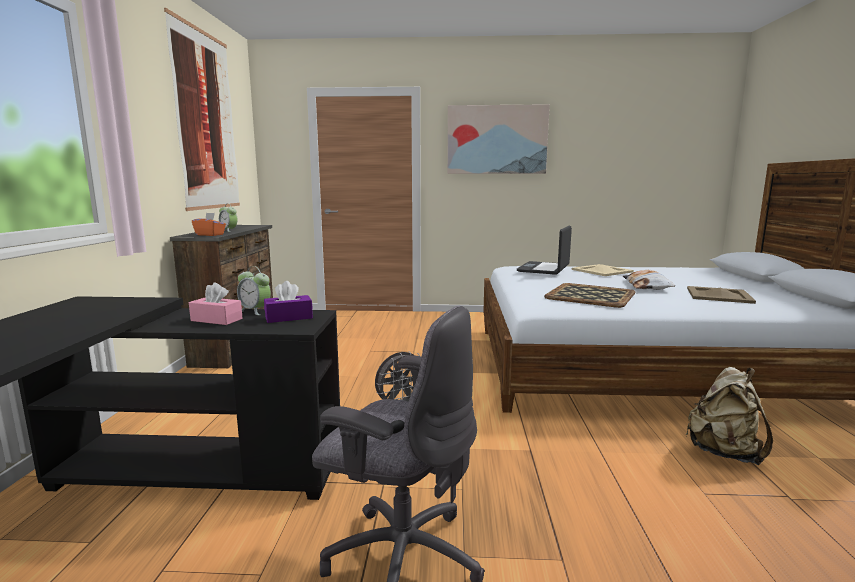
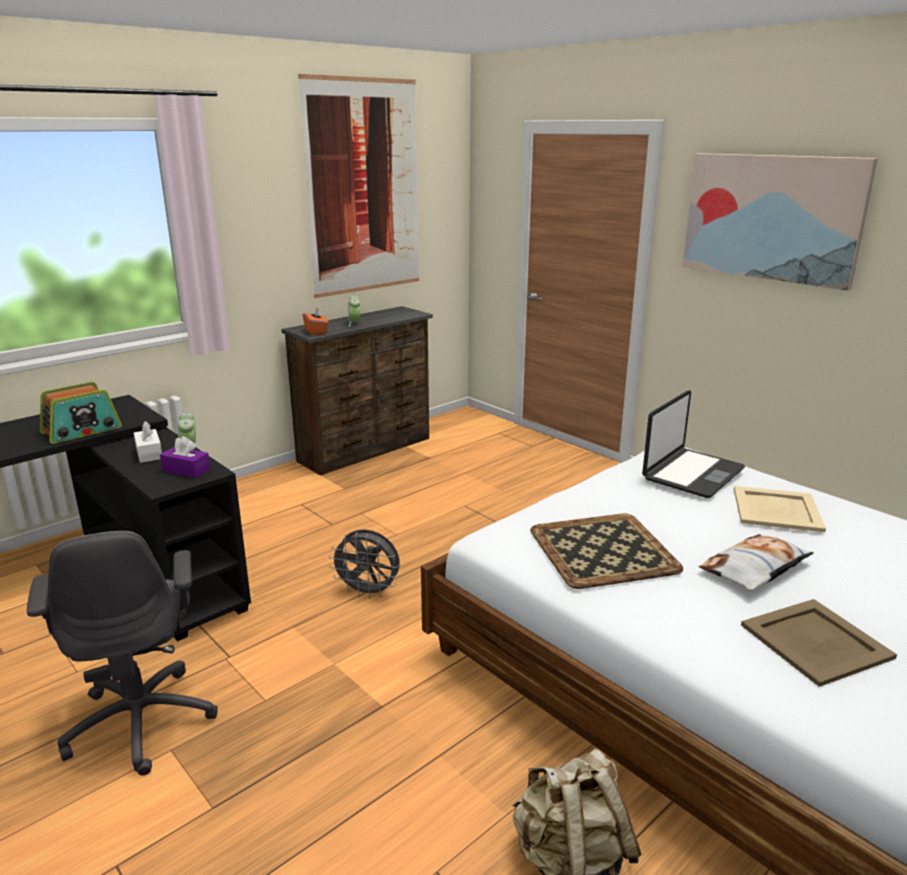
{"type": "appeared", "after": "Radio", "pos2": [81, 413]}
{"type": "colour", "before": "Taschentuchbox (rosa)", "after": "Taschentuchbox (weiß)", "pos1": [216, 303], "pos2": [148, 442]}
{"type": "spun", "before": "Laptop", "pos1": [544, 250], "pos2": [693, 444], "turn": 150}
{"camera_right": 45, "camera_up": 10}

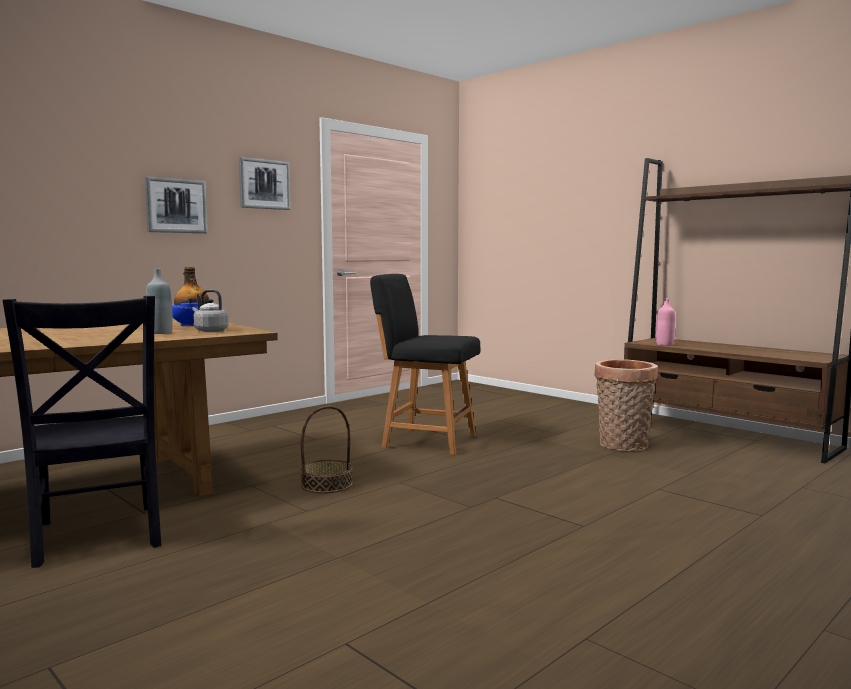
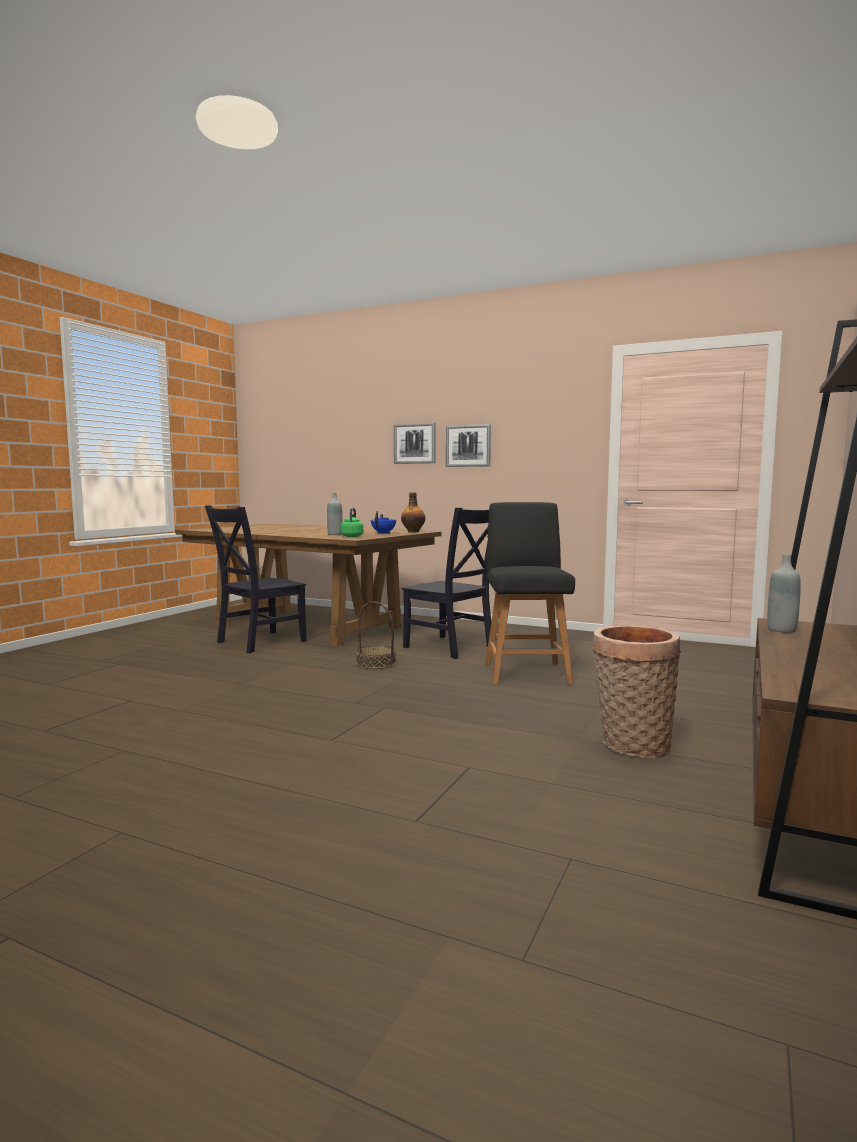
{"type": "appeared", "after": "Stuhl (schwarz)", "pos2": [446, 583]}
{"type": "relocated", "before": "Bild", "pos1": [265, 183], "pos2": [415, 443]}
{"type": "colour", "before": "Wasserkessel (grau)", "after": "Wasserkessel (grün)", "pos1": [210, 311], "pos2": [352, 522]}
{"type": "colour", "before": "Flasche (rosa)", "after": "Flasche (grau)", "pos1": [665, 322], "pos2": [784, 593]}
{"camera_right": 70, "camera_up": 0}

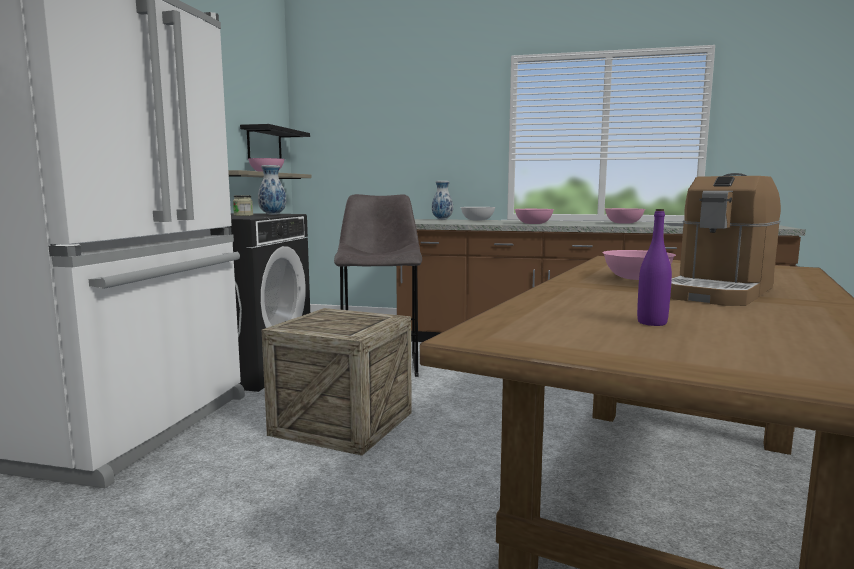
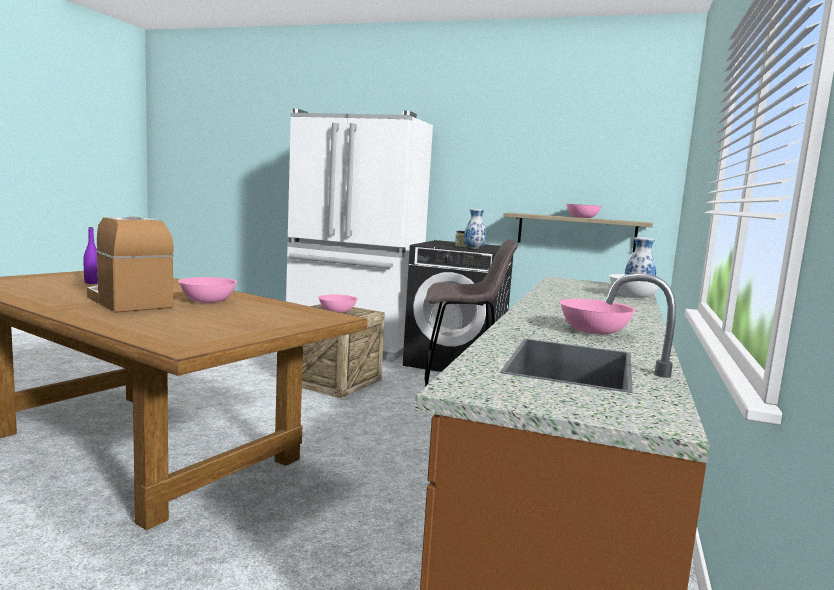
{"type": "missing", "before": "Wandregal (schwarz)", "pos1": [275, 141]}
{"type": "relocated", "before": "Schüssel (rosa)", "pos1": [535, 216], "pos2": [338, 303]}
{"camera_right": 95, "camera_up": 0}

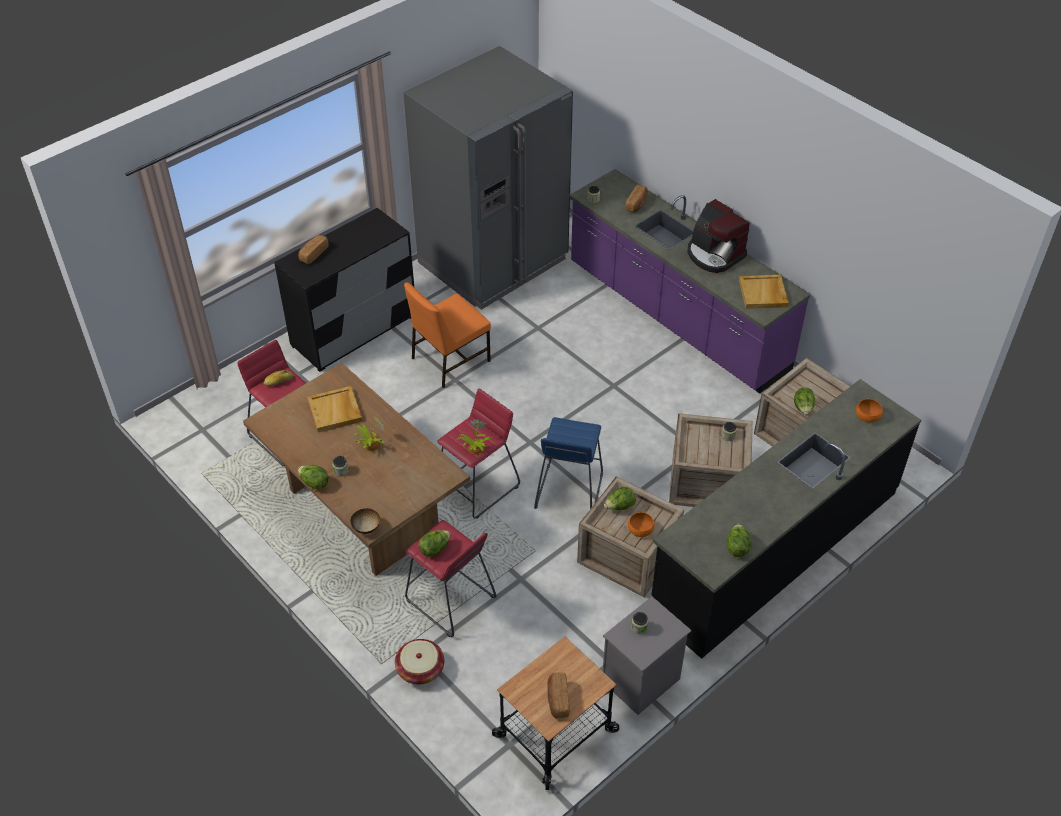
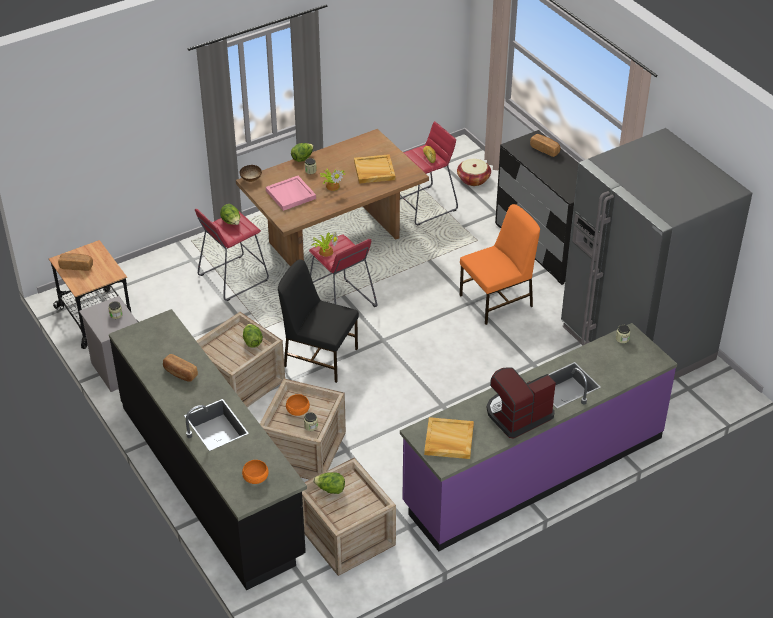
{"type": "missing", "before": "Salatkopf", "pos1": [739, 540]}
{"type": "appeared", "after": "Tablett (rosa)", "pos2": [291, 193]}
{"type": "relocated", "before": "Korb", "pos1": [419, 661], "pos2": [474, 172]}
{"type": "relocated", "before": "Brot", "pos1": [636, 199], "pos2": [180, 368]}
{"type": "relocated", "before": "Schüssel (orange)", "pos1": [641, 524], "pos2": [298, 405]}
{"type": "exchanged", "before": "Hocker (blau)", "after": "Stuhl (schwarz)", "pos1": [568, 463], "pos2": [318, 321]}
{"type": "spun", "before": "Stuhl (orange)", "pos1": [447, 335], "pos2": [500, 264], "turn": 90}
{"camera_right": 100, "camera_up": -5}

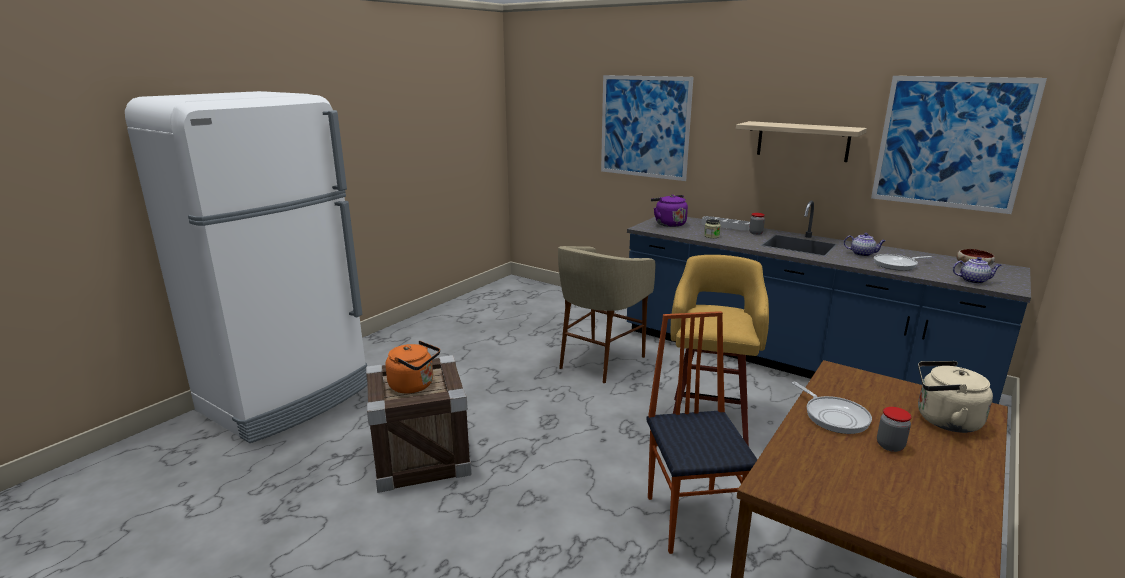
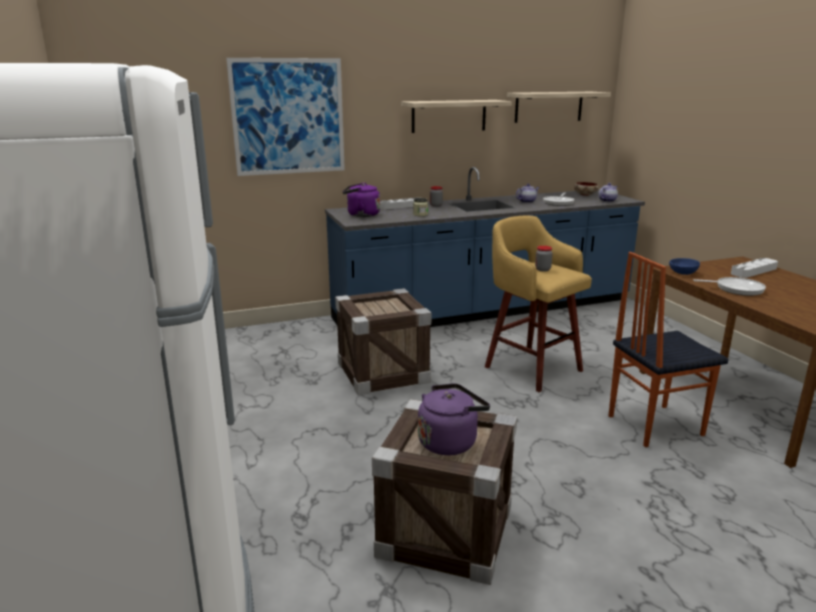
{"type": "appeared", "after": "Schüssel (blau)", "pos2": [684, 266]}
{"type": "relocated", "before": "Vorratsglas", "pos1": [894, 429], "pos2": [544, 259]}
{"type": "exchanged", "before": "Hocker (beige)", "after": "Kiste", "pos1": [607, 314], "pos2": [383, 341]}
{"type": "exchanged", "before": "Bild", "after": "Wandregal", "pos1": [959, 145], "pos2": [559, 107]}
{"type": "exchanged", "before": "Wasserkessel (beige)", "after": "Tablett (grau)", "pos1": [955, 397], "pos2": [754, 268]}
{"type": "colour", "before": "Wasserkessel (orange)", "after": "Wasserkessel (lila)", "pos1": [413, 367], "pos2": [454, 419]}
{"type": "spun", "before": "Stuhl", "pos1": [702, 432], "pos2": [669, 349], "turn": -45}
{"camera_right": -55, "camera_up": 0}

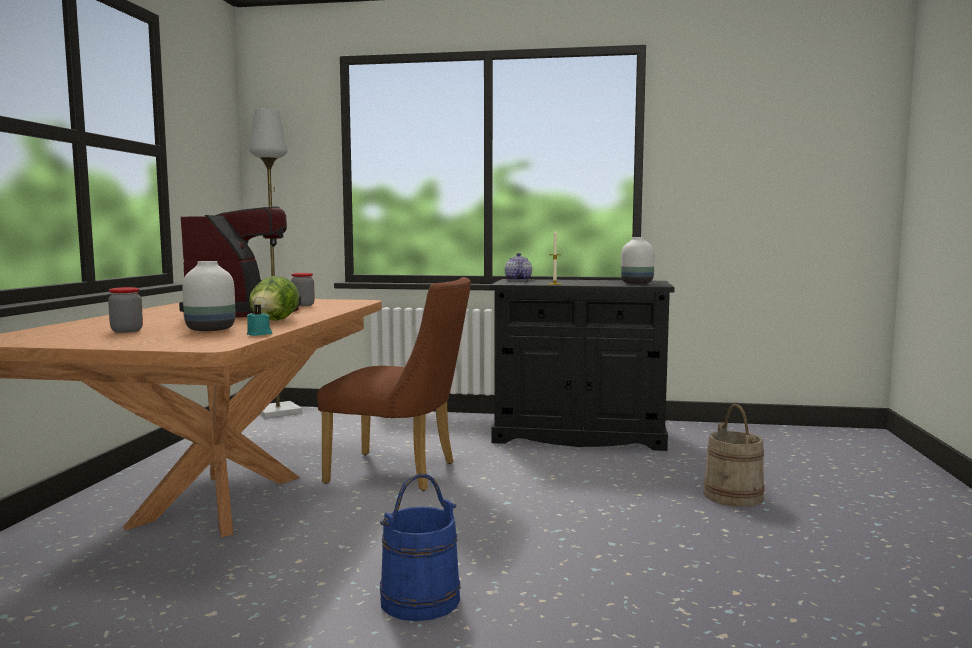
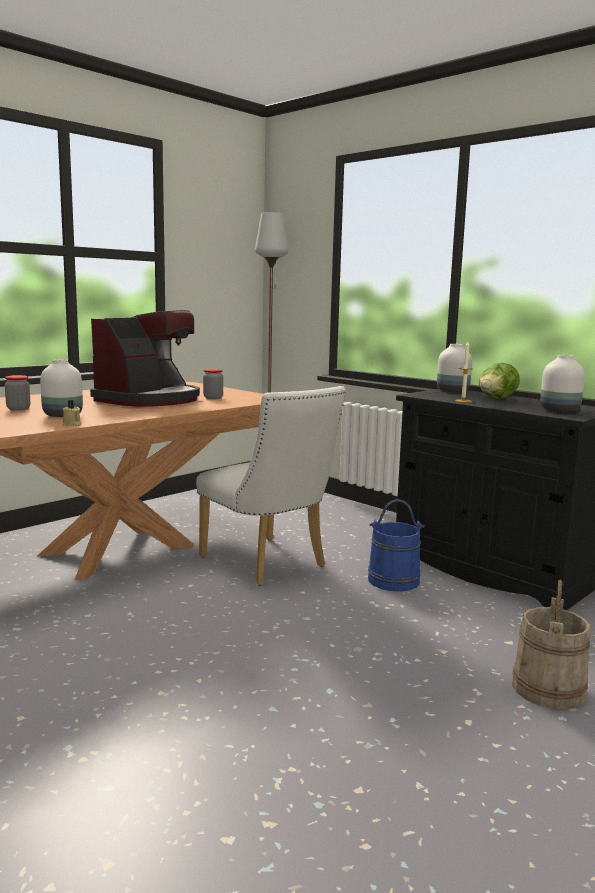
{"type": "relocated", "before": "Salatkopf", "pos1": [274, 298], "pos2": [499, 381]}
{"type": "relocated", "before": "Eimer (blau)", "pos1": [420, 547], "pos2": [396, 545]}
{"type": "exchanged", "before": "Teekanne", "after": "Vase (weiß)", "pos1": [518, 267], "pos2": [454, 368]}
{"type": "colour", "before": "Kerze (türkis)", "after": "Kerze (beige)", "pos1": [259, 320], "pos2": [72, 413]}
{"type": "colour", "before": "Stuhl (braun)", "after": "Stuhl (weiß)", "pos1": [394, 384], "pos2": [271, 486]}
{"camera_right": 35, "camera_up": 5}

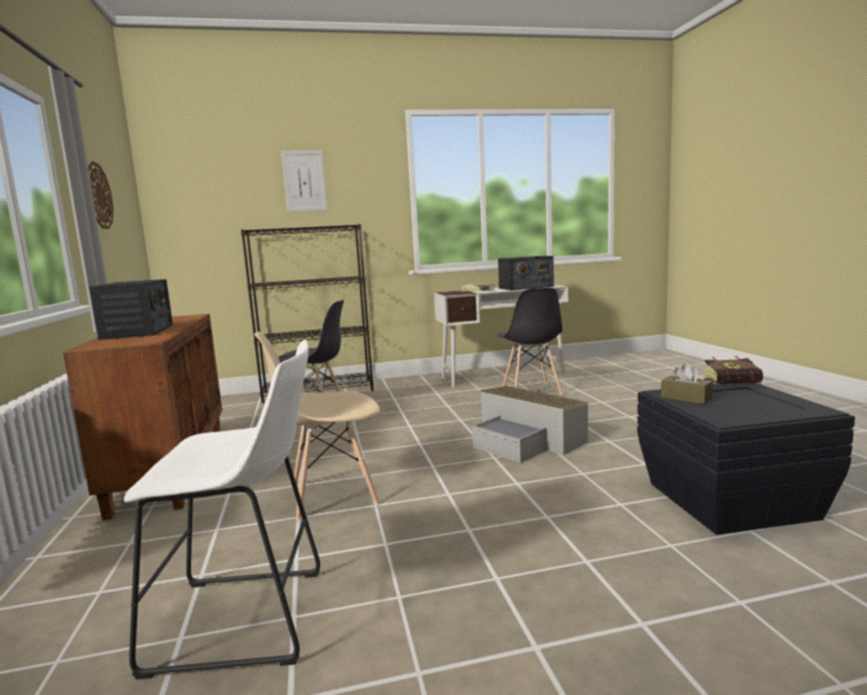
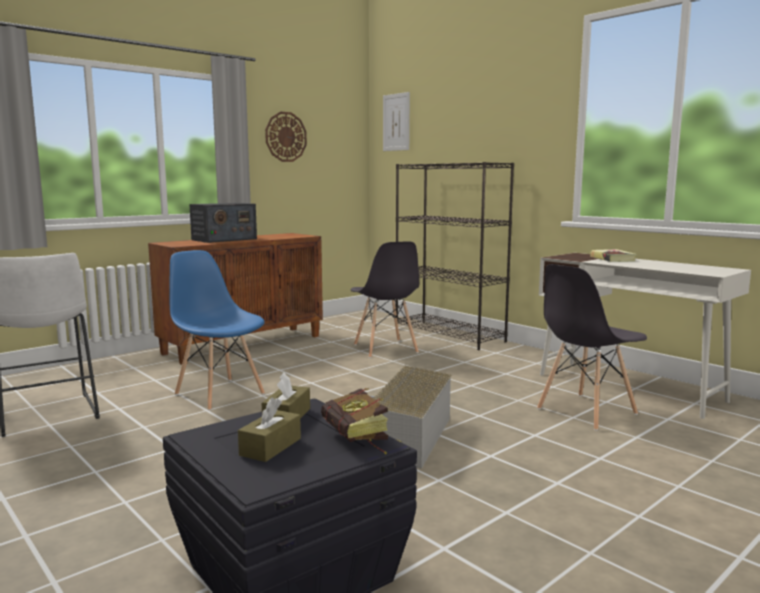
{"type": "missing", "before": "Radio", "pos1": [526, 273]}
{"type": "appeared", "after": "Taschentuchbox (braun)", "pos2": [269, 429]}
{"type": "relocated", "before": "Bild", "pos1": [304, 181], "pos2": [396, 121]}
{"type": "colour", "before": "Stuhl (beige)", "after": "Stuhl (blau)", "pos1": [317, 425], "pos2": [217, 330]}
{"camera_right": 60, "camera_up": 0}

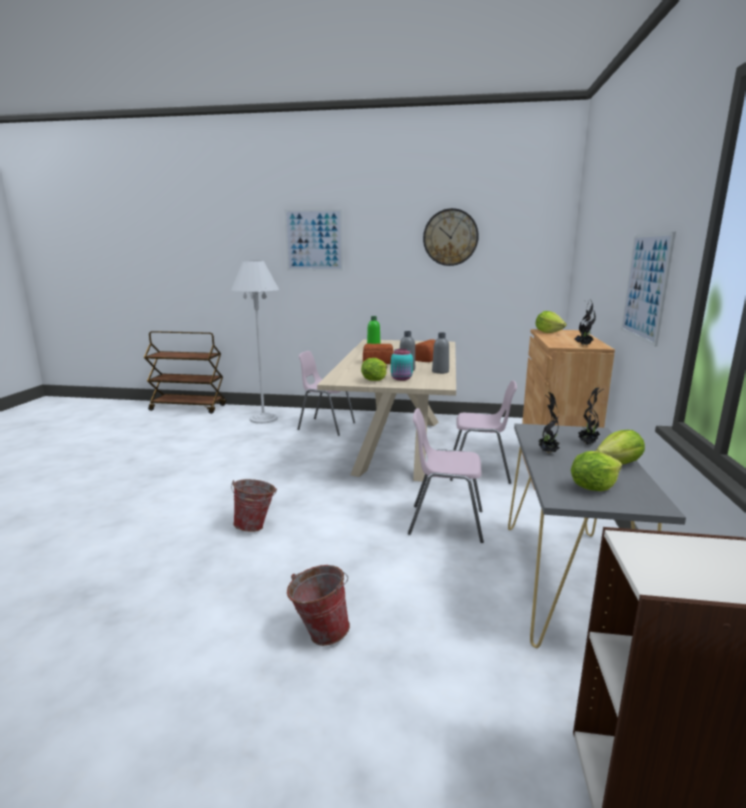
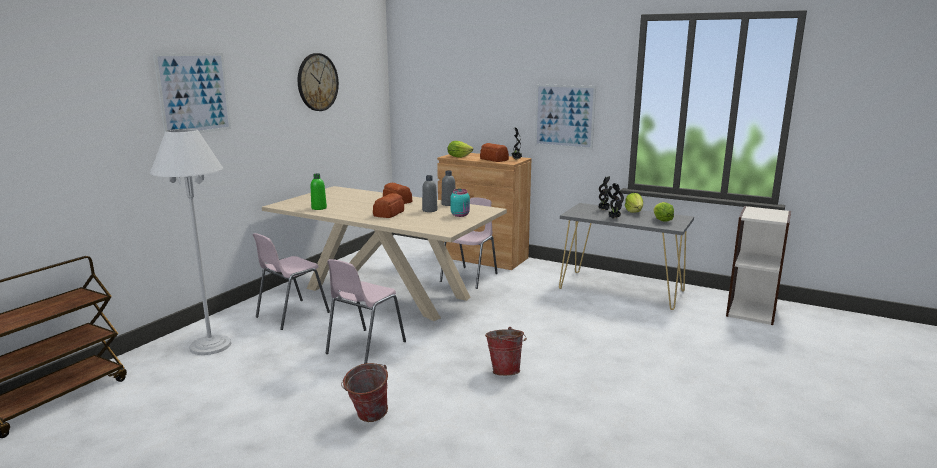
{"type": "missing", "before": "Salatkopf", "pos1": [374, 369]}
{"type": "appeared", "after": "Brot", "pos2": [494, 152]}
{"type": "relocated", "before": "Eimer", "pos1": [318, 605], "pos2": [364, 392]}
{"type": "relocated", "before": "Stuhl (rosa)", "pos1": [446, 475], "pos2": [366, 311]}
{"camera_right": -70, "camera_up": 0}

